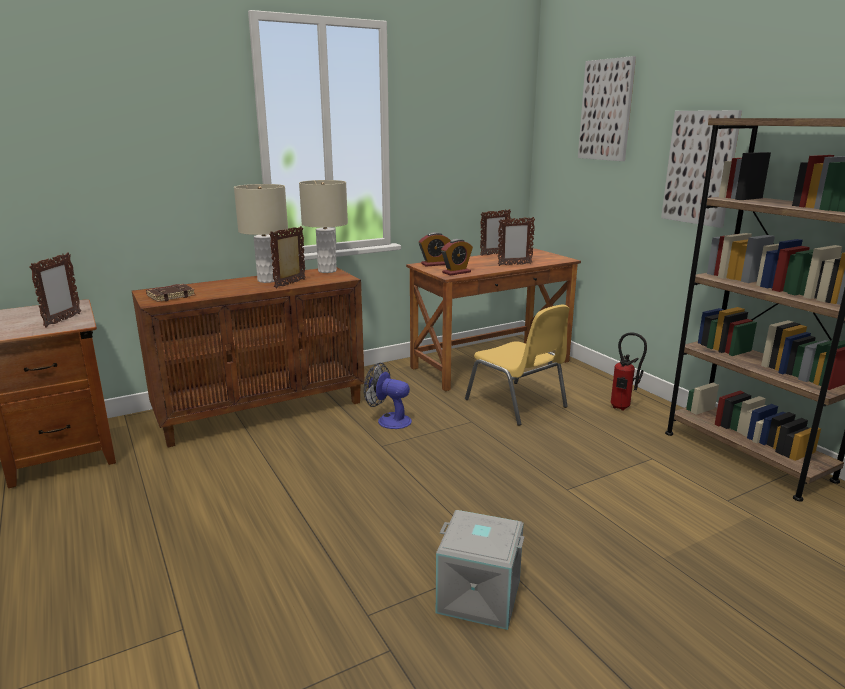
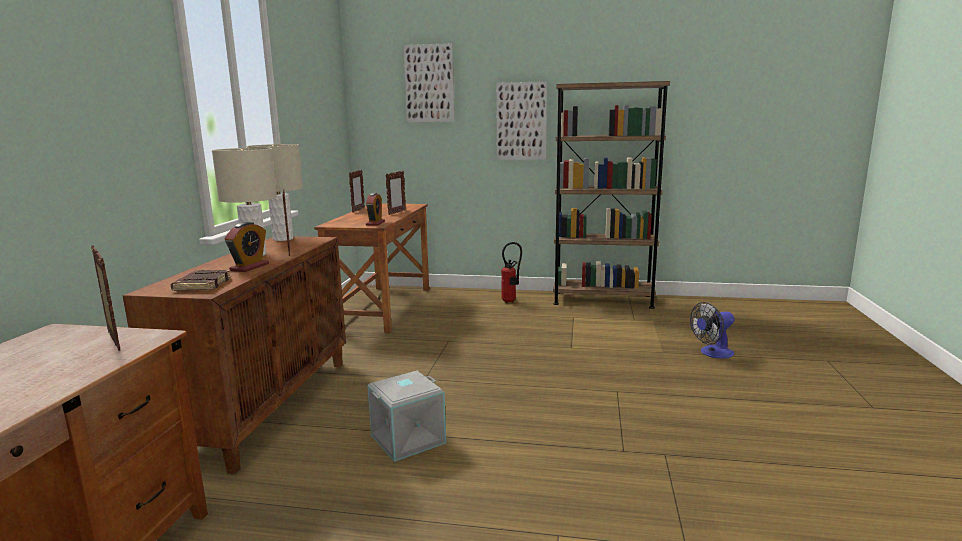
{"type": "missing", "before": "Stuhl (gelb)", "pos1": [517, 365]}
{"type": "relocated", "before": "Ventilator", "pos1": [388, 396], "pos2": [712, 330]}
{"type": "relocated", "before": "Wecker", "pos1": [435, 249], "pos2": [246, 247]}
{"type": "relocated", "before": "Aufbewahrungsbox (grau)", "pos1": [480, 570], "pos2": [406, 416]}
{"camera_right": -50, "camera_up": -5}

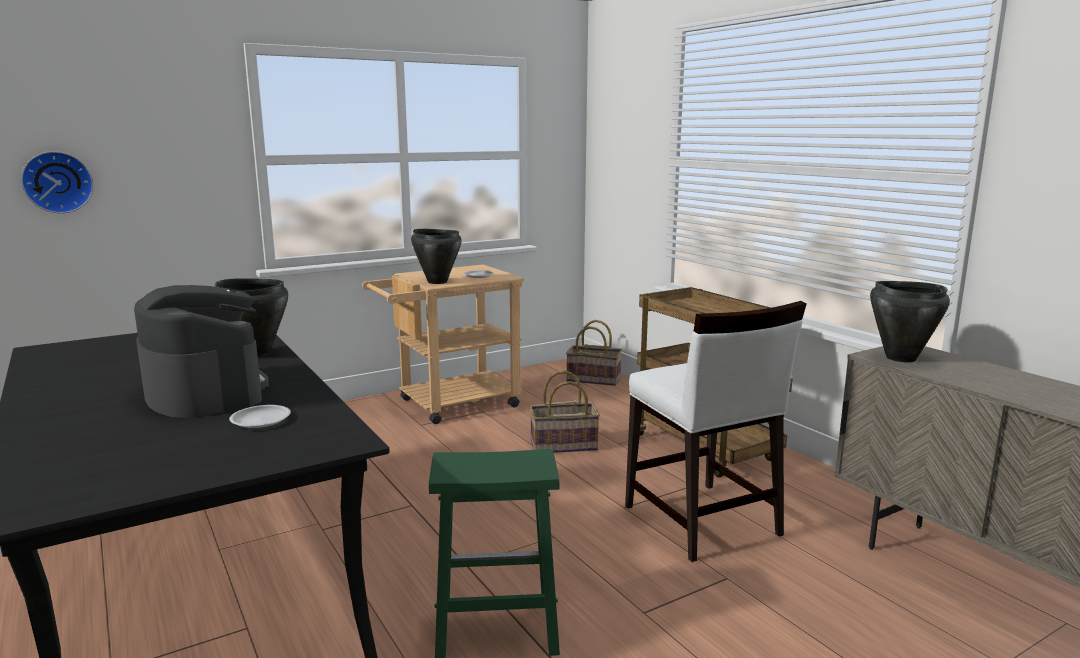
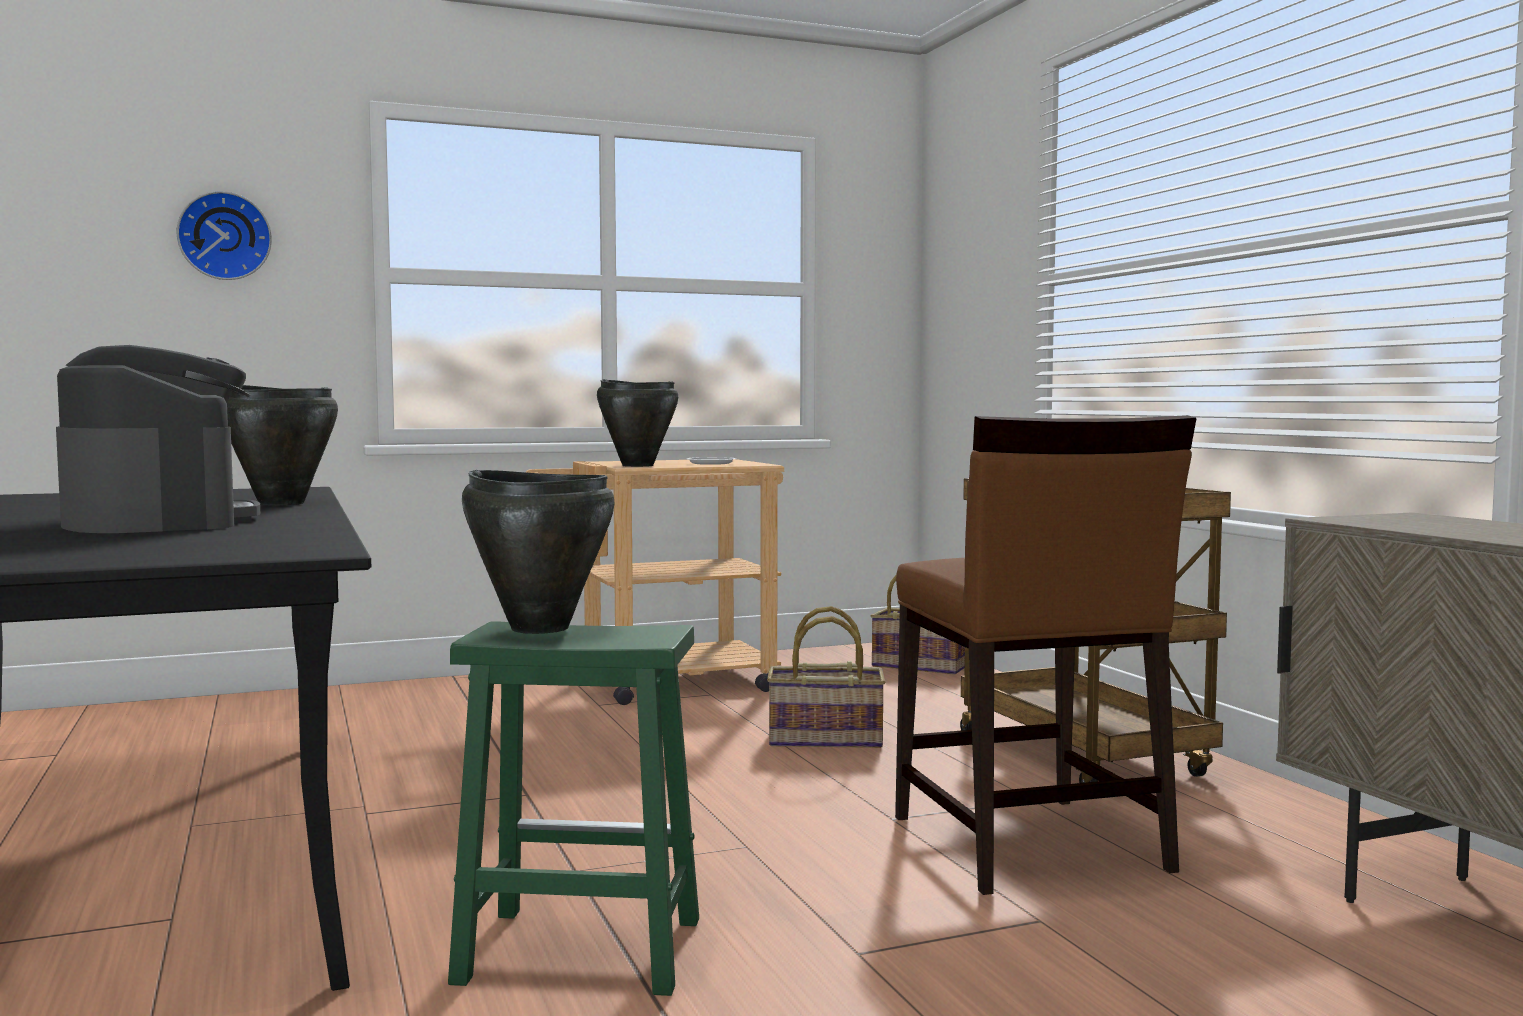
{"type": "missing", "before": "Teller (weiß)", "pos1": [260, 416]}
{"type": "relocated", "before": "Wanduhr", "pos1": [57, 182], "pos2": [224, 235]}
{"type": "relocated", "before": "Kochtopf (schwarz)", "pos1": [910, 321], "pos2": [538, 552]}
{"type": "colour", "before": "Stuhl (weiß)", "after": "Stuhl (braun)", "pos1": [716, 431], "pos2": [1045, 655]}
{"camera_right": 10, "camera_up": -10}

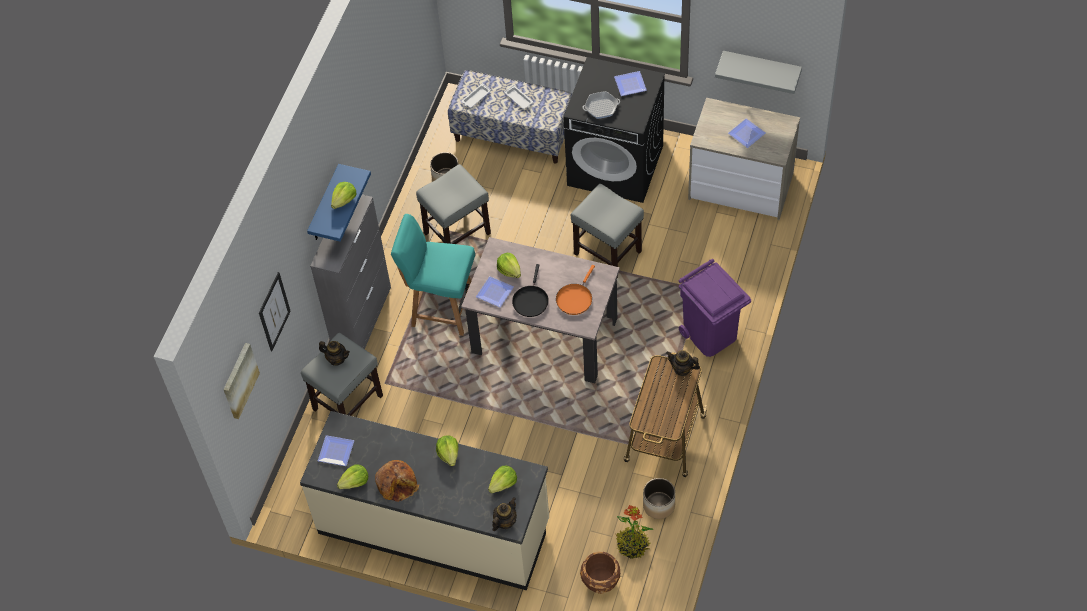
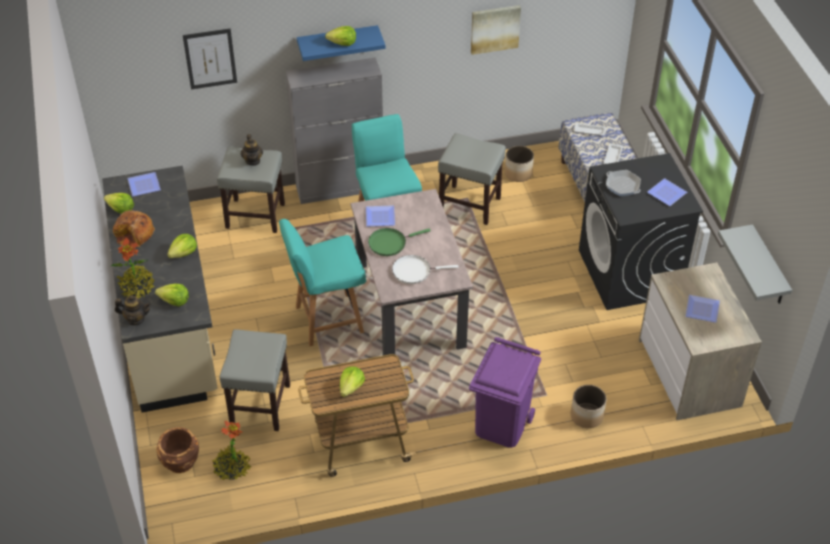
{"type": "missing", "before": "Teekanne", "pos1": [683, 363]}
{"type": "appeared", "after": "Topfpflanze", "pos2": [132, 268]}
{"type": "appeared", "after": "Stuhl (türkis)", "pos2": [322, 282]}
{"type": "relocated", "before": "Bild", "pos1": [241, 381], "pos2": [496, 30]}
{"type": "relocated", "before": "Salatkopf", "pos1": [509, 265], "pos2": [352, 381]}
{"type": "relocated", "before": "Hocker (grau)", "pos1": [607, 231], "pos2": [255, 380]}
{"type": "relocated", "before": "Pflanzkübel", "pos1": [659, 498], "pos2": [589, 406]}
{"type": "colour", "before": "Pfanne (schwarz)", "after": "Pfanne (grün)", "pos1": [530, 290], "pos2": [399, 242]}
{"type": "colour", "before": "Pfanne (orange)", "after": "Pfanne (weiß)", "pos1": [575, 290], "pos2": [425, 269]}
{"camera_right": 55, "camera_up": -10}

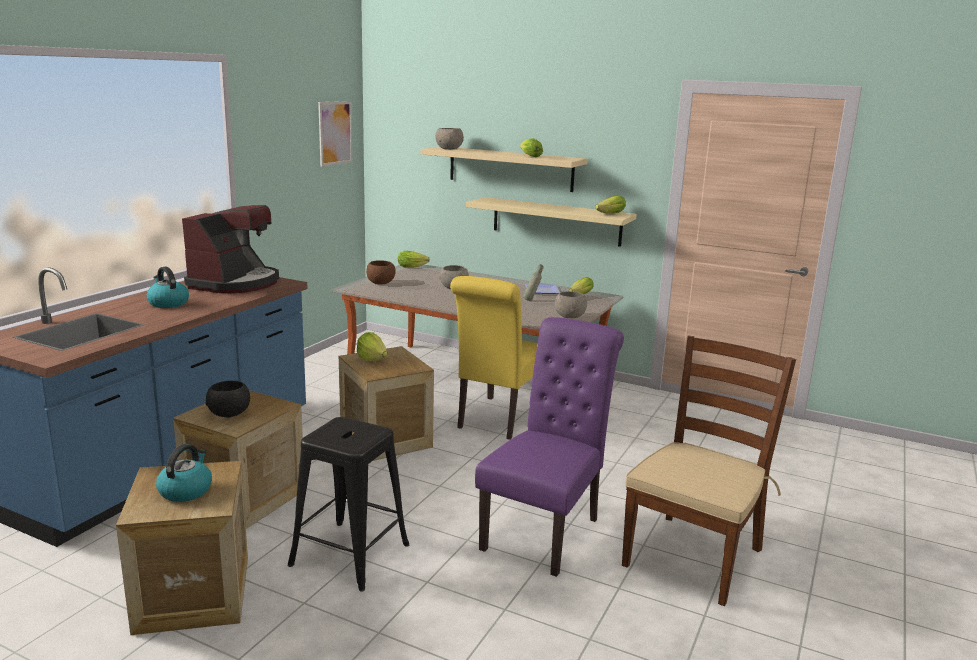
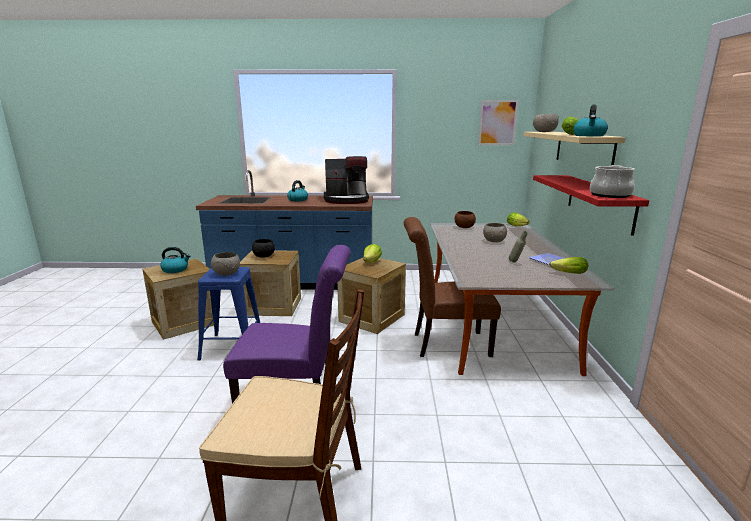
{"type": "appeared", "after": "Wasserkessel", "pos2": [590, 120]}
{"type": "relocated", "before": "Schüssel (grau)", "pos1": [571, 305], "pos2": [225, 264]}
{"type": "exchanged", "before": "Salatkopf", "after": "Kochtopf", "pos1": [610, 204], "pos2": [612, 181]}
{"type": "colour", "before": "Hocker (schwarz)", "after": "Hocker (blau)", "pos1": [349, 504], "pos2": [228, 314]}
{"type": "colour", "before": "Stuhl (gelb)", "after": "Stuhl (braun)", "pos1": [494, 358], "pos2": [452, 287]}
{"type": "colour", "before": "Wandregal (beige)", "after": "Wandregal (rot)", "pos1": [551, 222], "pos2": [591, 205]}
{"camera_right": 65, "camera_up": 0}

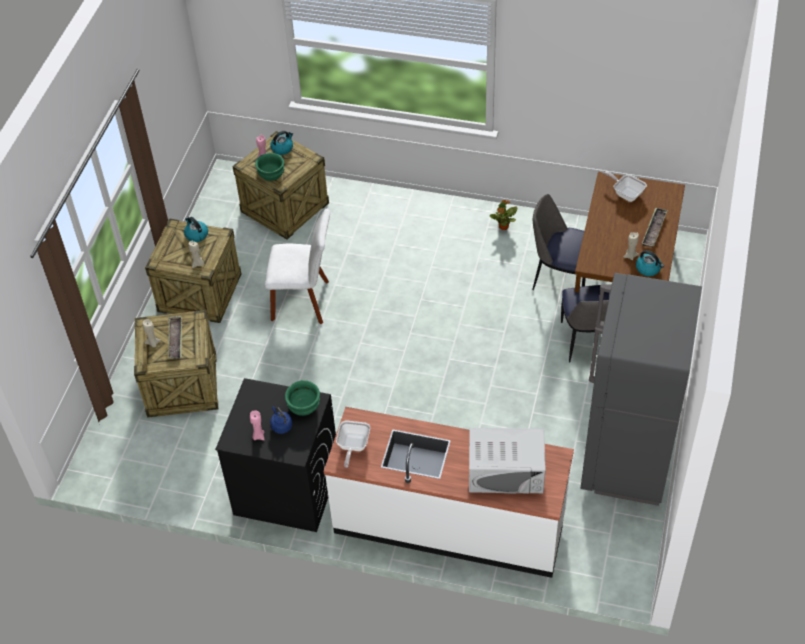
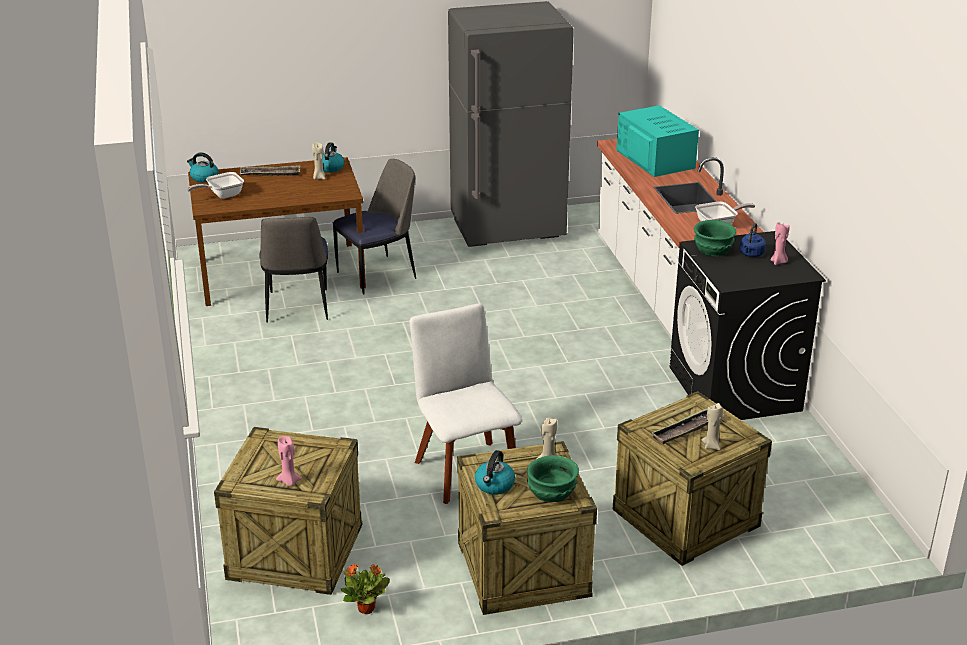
{"type": "relocated", "before": "Schüssel (grün)", "pos1": [269, 167], "pos2": [553, 478]}
{"type": "relocated", "before": "Wasserkessel", "pos1": [281, 143], "pos2": [202, 167]}
{"type": "relocated", "before": "Topfpflanze", "pos1": [503, 215], "pos2": [365, 589]}
{"type": "colour", "before": "Mikrowelle (weiß)", "after": "Mikrowelle (türkis)", "pos1": [507, 460], "pos2": [658, 141]}
{"type": "spun", "before": "Pfanne", "pos1": [624, 186], "pos2": [215, 185], "turn": 45}
{"camera_right": -120, "camera_up": -20}

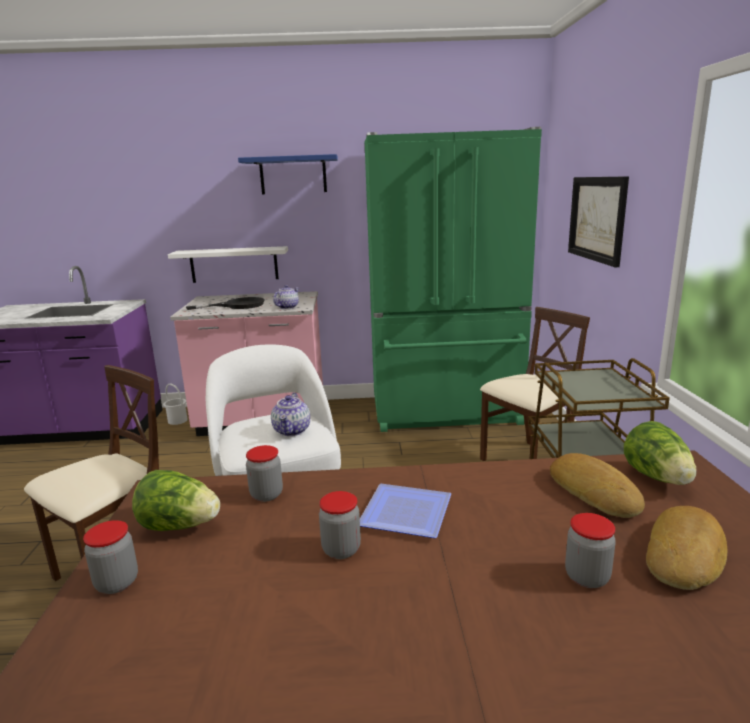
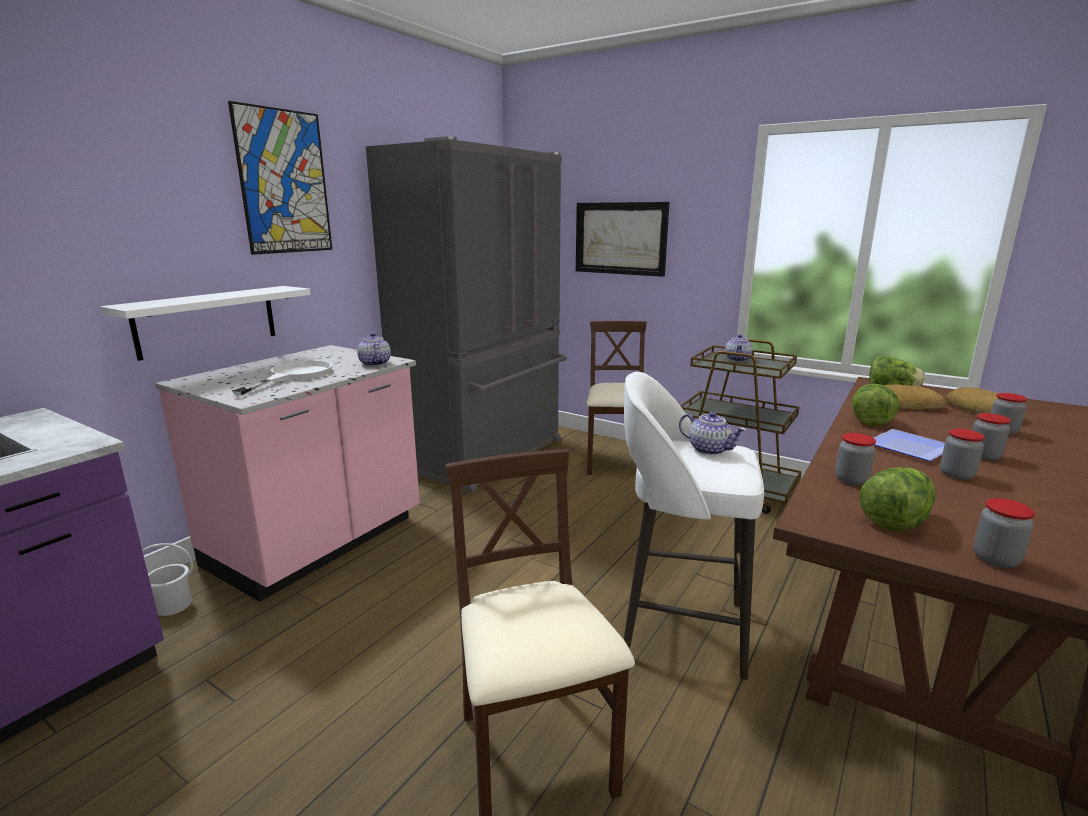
{"type": "appeared", "after": "Teekanne", "pos2": [739, 348]}
{"type": "appeared", "after": "Salatkopf", "pos2": [876, 404]}
{"type": "appeared", "after": "Vorratsglas", "pos2": [991, 437]}
{"type": "exchanged", "before": "Wandregal (blau)", "after": "Bild", "pos1": [288, 174], "pos2": [280, 178]}
{"type": "colour", "before": "Pfanne (schwarz)", "after": "Pfanne (weiß)", "pos1": [225, 303], "pos2": [282, 377]}
{"type": "colour", "before": "Kühlschrank (grün)", "after": "Kühlschrank (grau)", "pos1": [453, 279], "pos2": [466, 314]}
{"camera_right": -55, "camera_up": 0}

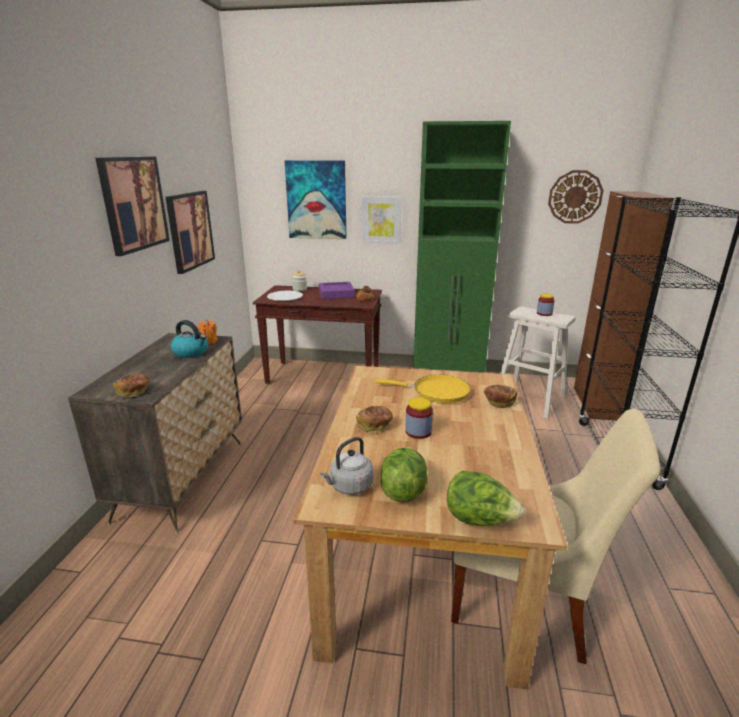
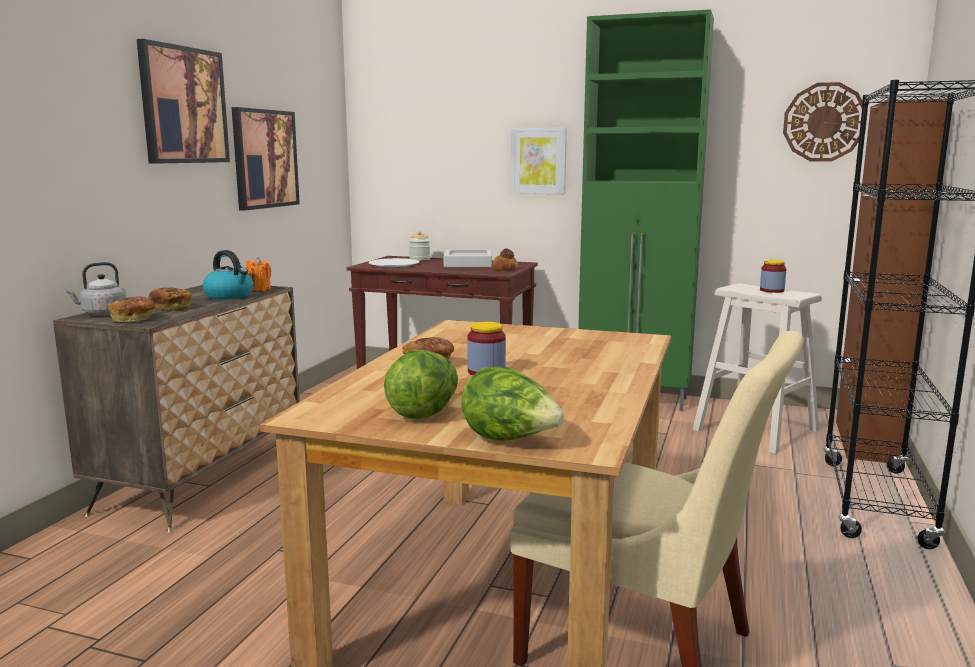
{"type": "missing", "before": "Bild", "pos1": [315, 199]}
{"type": "missing", "before": "Pfanne (gelb)", "pos1": [423, 389]}
{"type": "relocated", "before": "Wasserkessel (grau)", "pos1": [346, 466], "pos2": [95, 289]}
{"type": "relocated", "before": "Brot", "pos1": [500, 396], "pos2": [170, 299]}
{"type": "colour", "before": "Tablett (lila)", "after": "Tablett (grau)", "pos1": [337, 290], "pos2": [468, 258]}
{"camera_right": 10, "camera_up": -10}

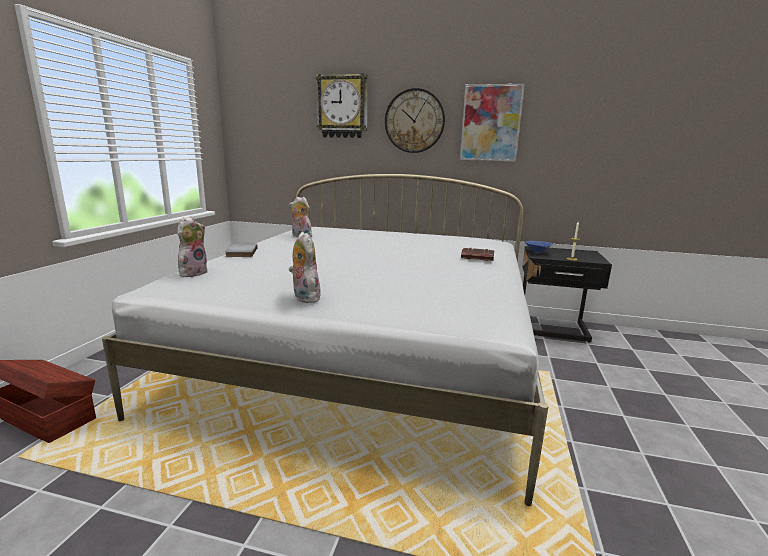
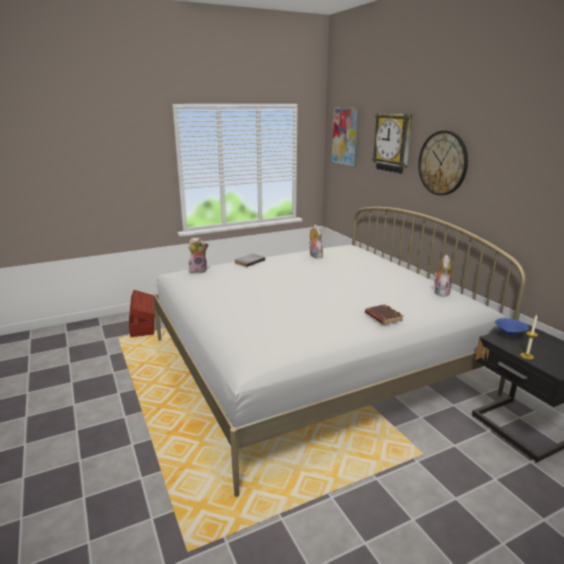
{"type": "relocated", "before": "Plüschtier", "pos1": [305, 267], "pos2": [443, 276]}
{"type": "relocated", "before": "Bild", "pos1": [492, 123], "pos2": [345, 137]}
{"camera_right": 50, "camera_up": 5}

